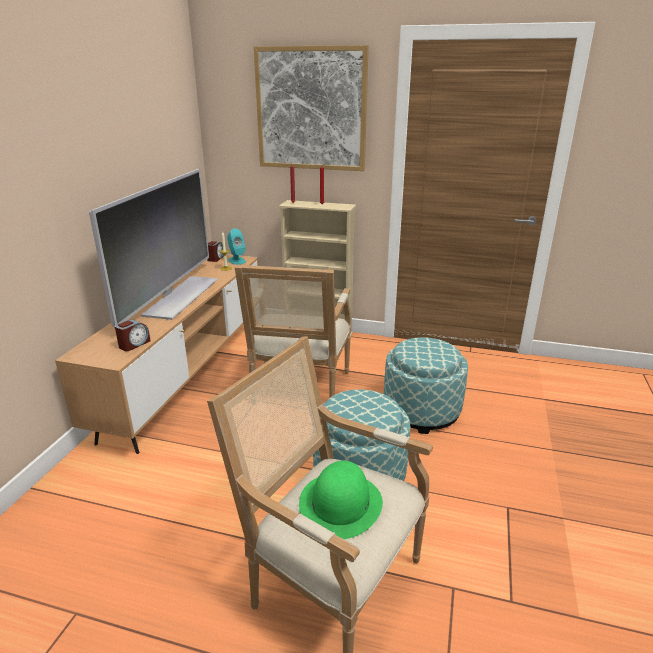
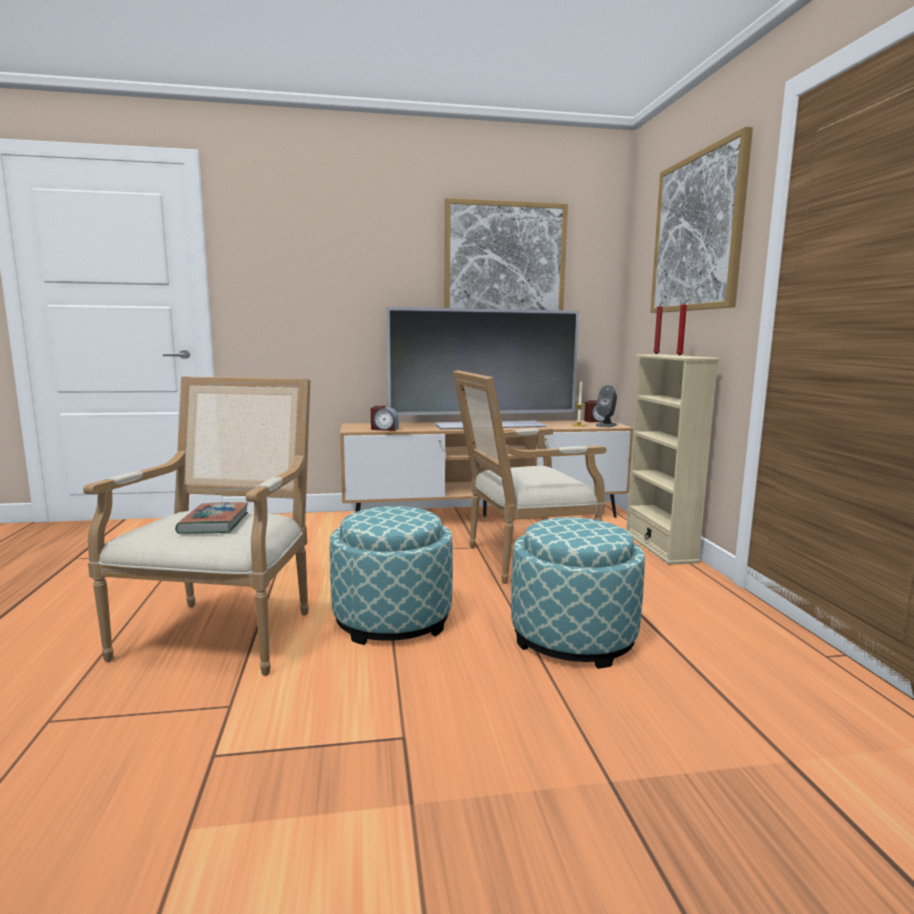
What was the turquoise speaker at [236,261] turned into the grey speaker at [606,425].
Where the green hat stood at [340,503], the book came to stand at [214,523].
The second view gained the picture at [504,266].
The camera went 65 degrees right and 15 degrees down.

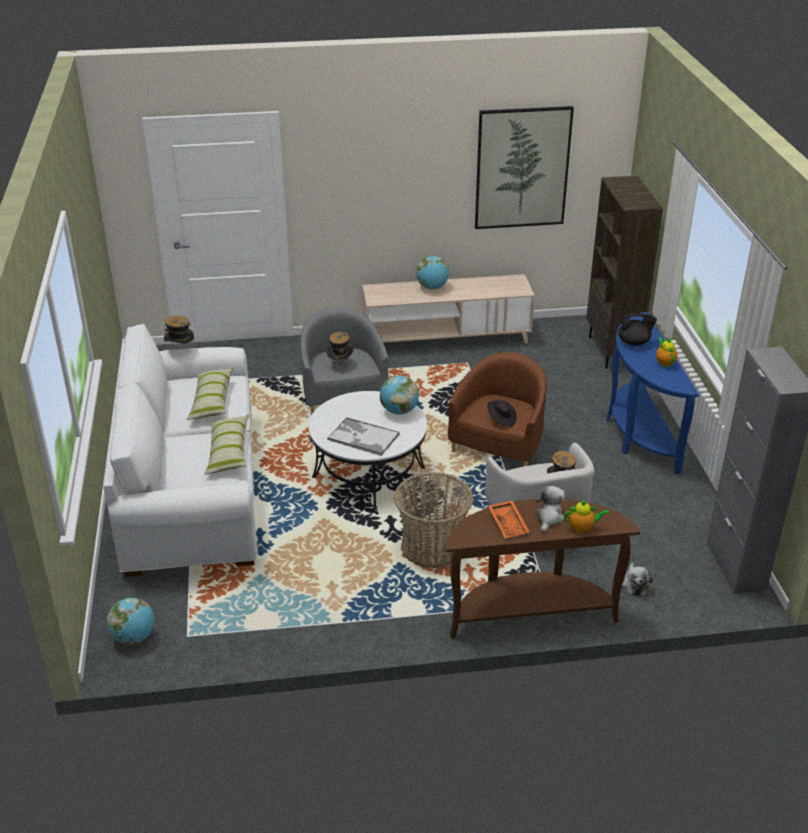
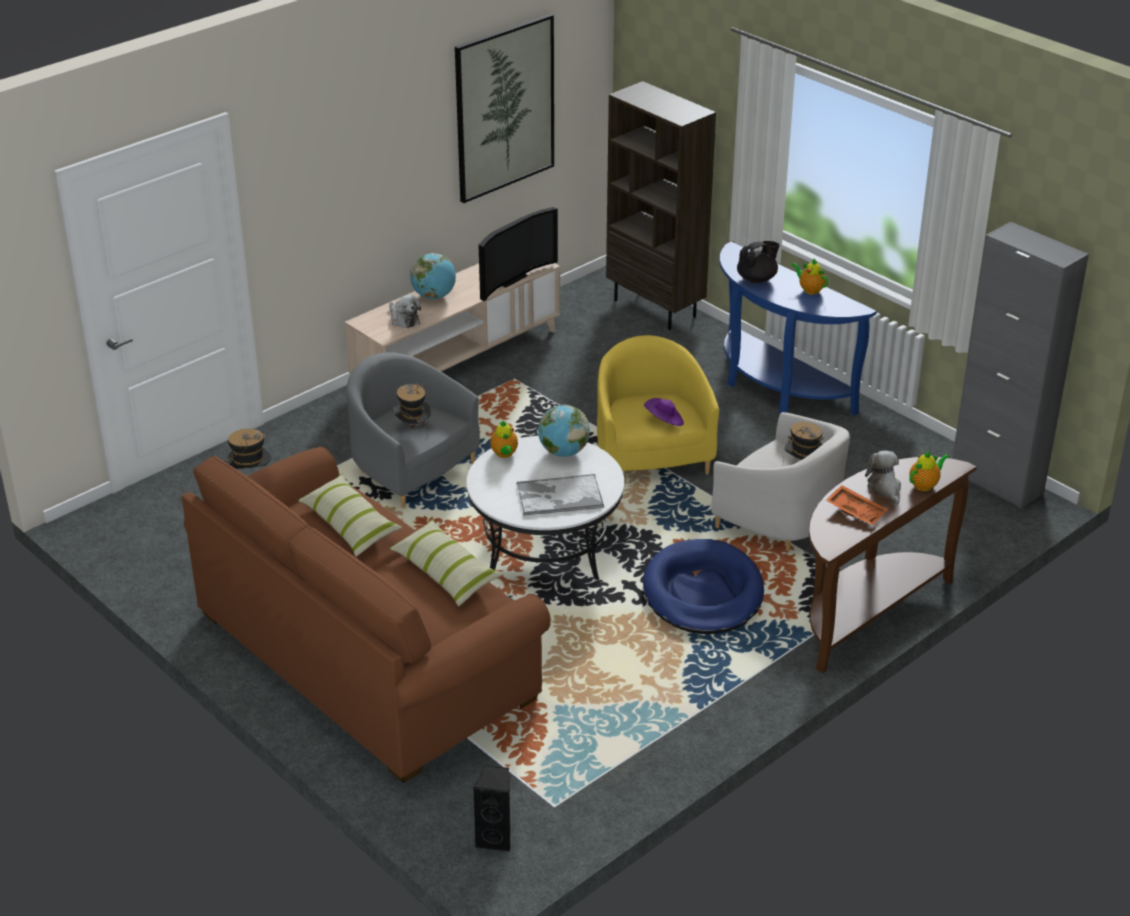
What was the white sofa at [192,492] turned into the brown sofa at [365,655].
Where the globe stood at [134,637], the black speaker came to stand at [496,838].
Where the basket stood at [432,547], the blue dog bed came to stand at [703,593].
What was the brown armchair at [499,444] turned into the yellow armchair at [650,456].
What was the black hat at [501,419] turned into the purple hat at [664,421].
The plush toy ended up elsewhere, having gone from [635,584] to [403,319].
The second view gained the television at [509,279].
The second view gained the teapot at [504,454].
The camera went 35 degrees left and 0 degrees up.

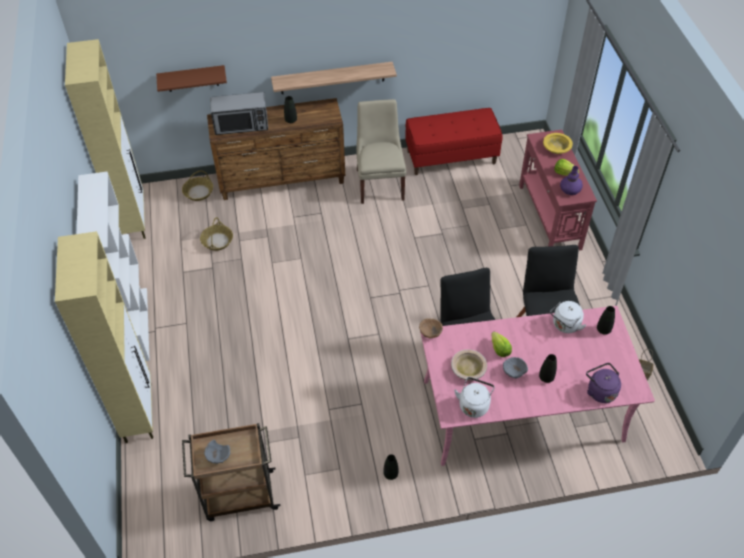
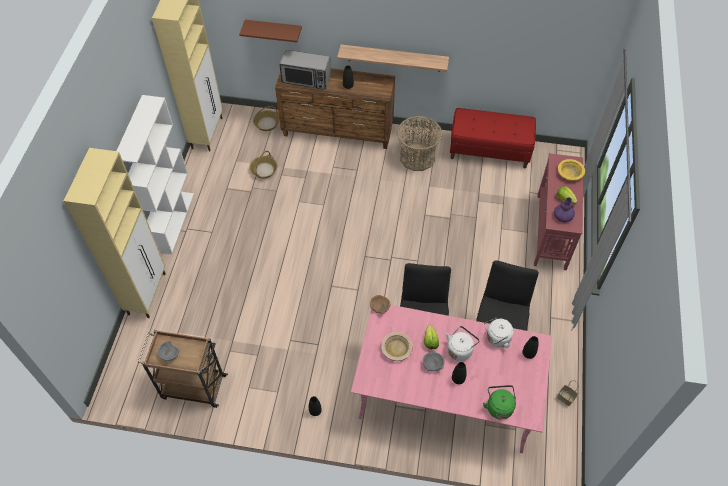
Where the beige chair stood at [380,183], the basket came to stand at [417,157].
The white kettle ended up elsewhere, having gone from [474,404] to [460,349].
What was the purple kettle at [600,391] turned into the green kettle at [499,406].
The camera went 20 degrees right and 5 degrees up.

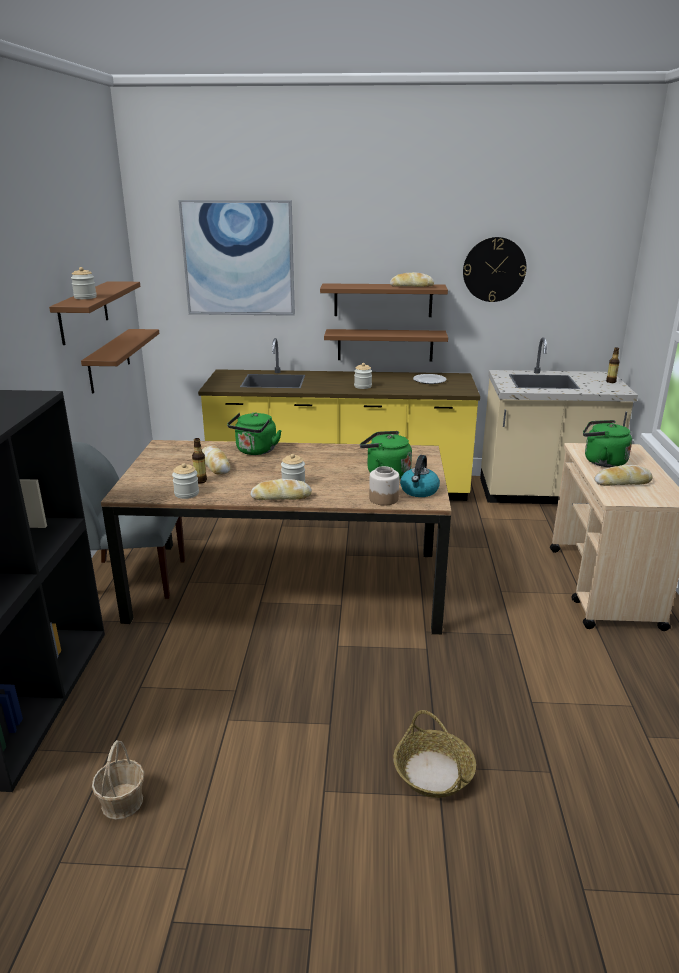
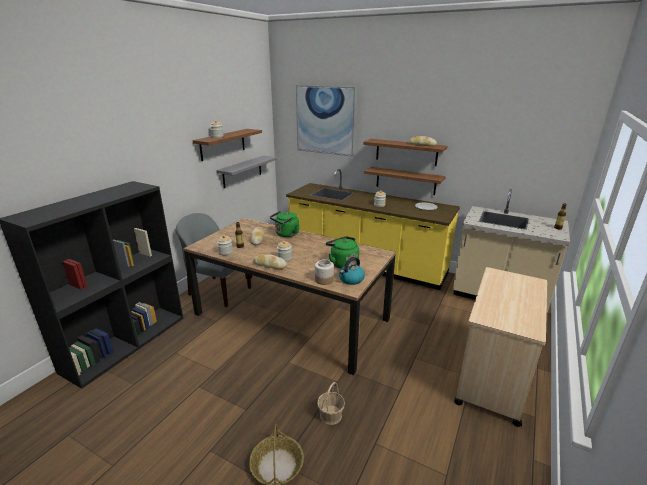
What was the brown shelf at [109,360] turned into the grey shelf at [242,171].
The basket ended up elsewhere, having gone from [122,802] to [331,415].
The second view lost the wall clock at [494,269].
The second view lost the green kettle at [601,461].
The second view lost the bread at [622,482].
The camera went 25 degrees right and 0 degrees up.

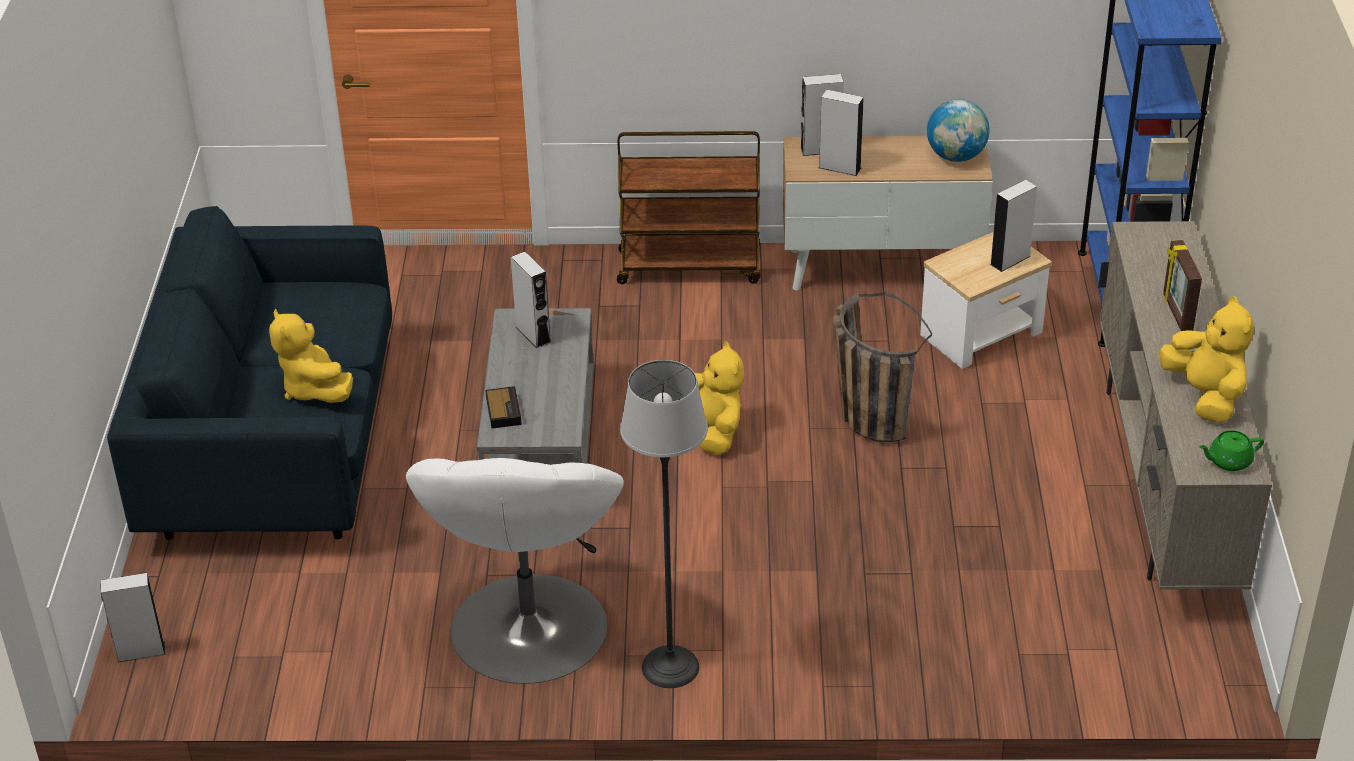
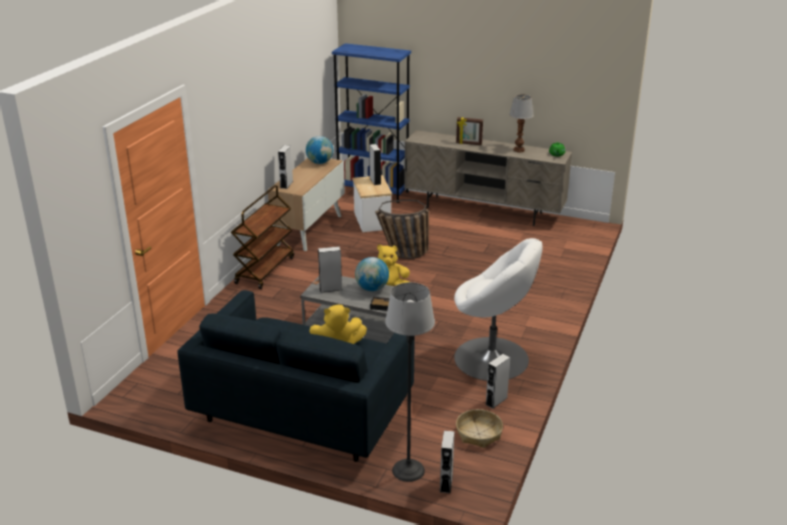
The floor lamp ended up elsewhere, having gone from [670,666] to [408,470].
The grey speaker ended up elsewhere, having gone from [839,167] to [496,401].
Where the yellow plush toy stood at [1205,396], the table lamp came to stand at [519,150].
The second view gained the globe at [372,288].
The second view gained the basket at [478,434].
The camera went 70 degrees left and 10 degrees down.

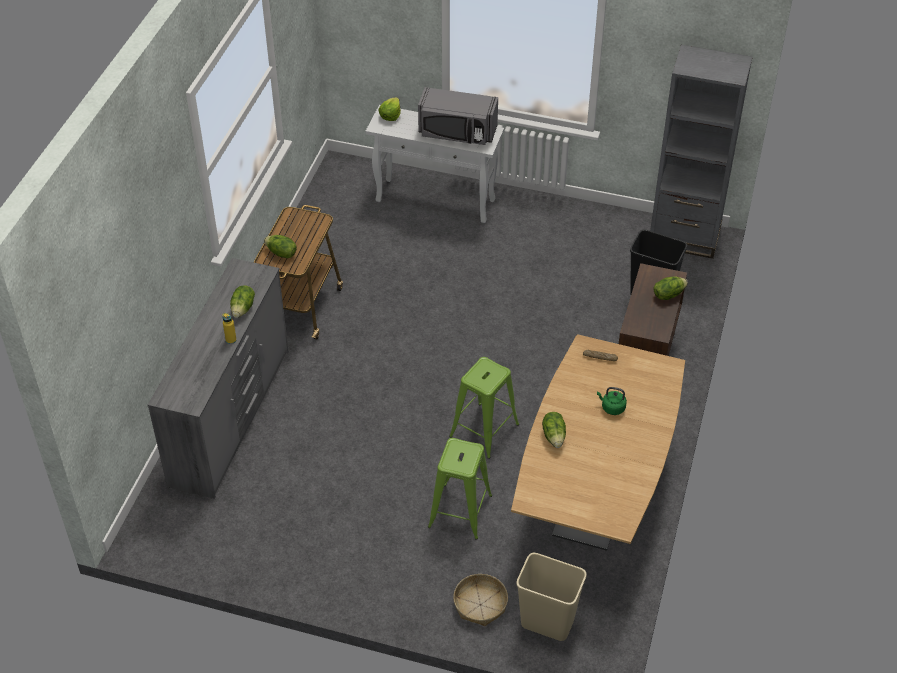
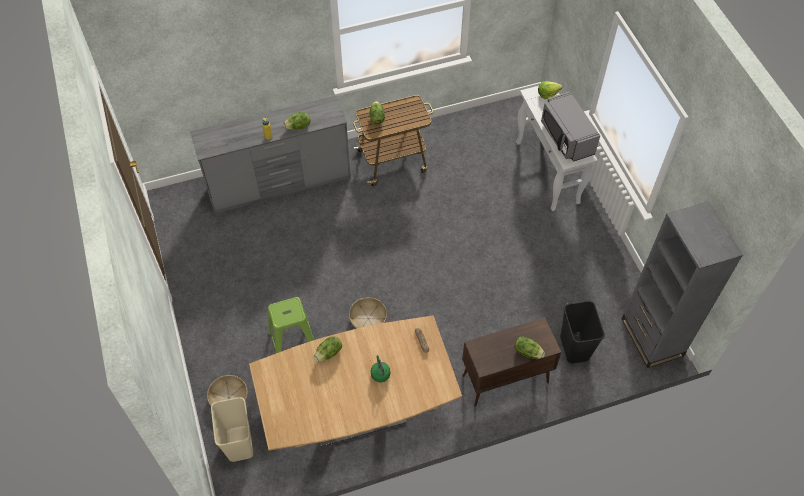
Where the green stool stood at [483,431], the basket came to stand at [368,318].
The camera went 55 degrees right and 10 degrees up.

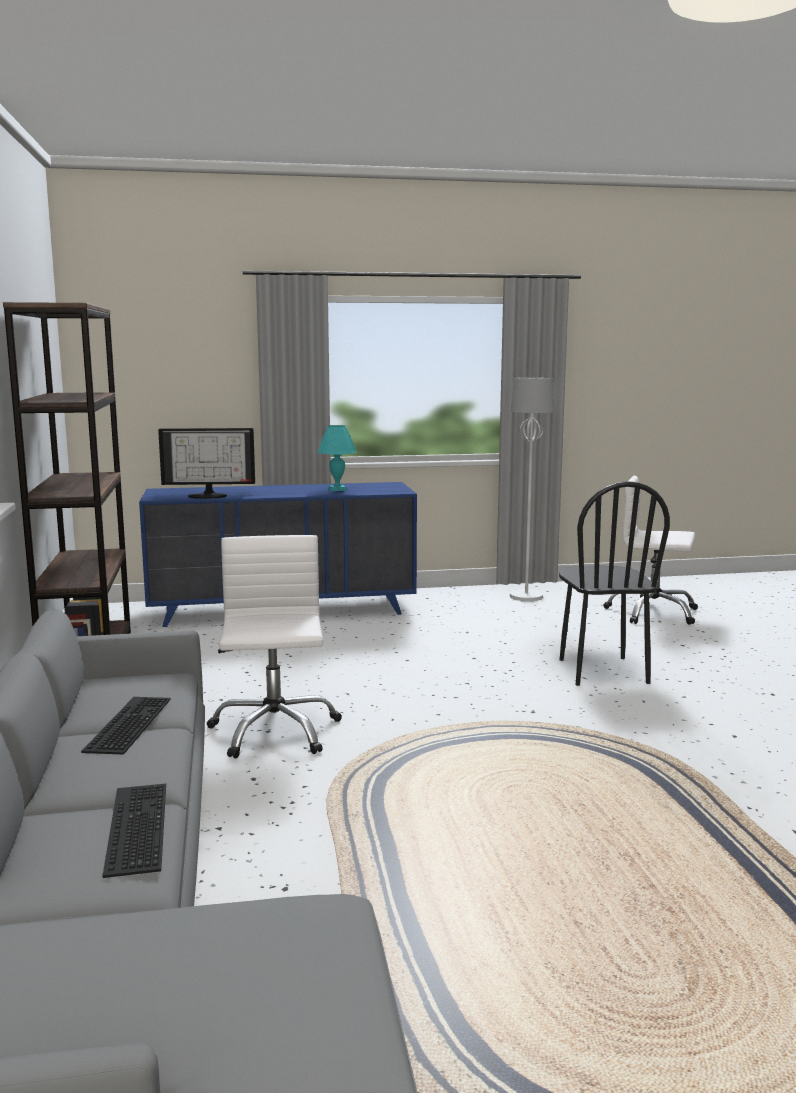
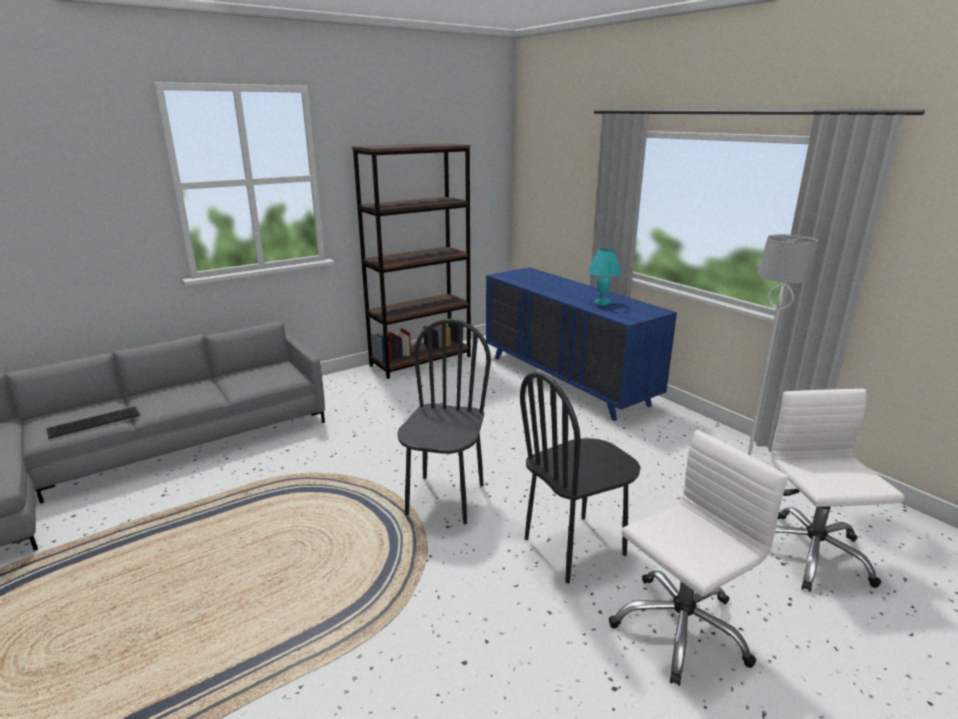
The second view lost the keyboard at [126,723].
The second view lost the monitor at [208,495].
The white office chair ended up elsewhere, having gone from [274,731] to [680,627].
The second view gained the black chair at [444,499].
The camera went 65 degrees right and 10 degrees up.

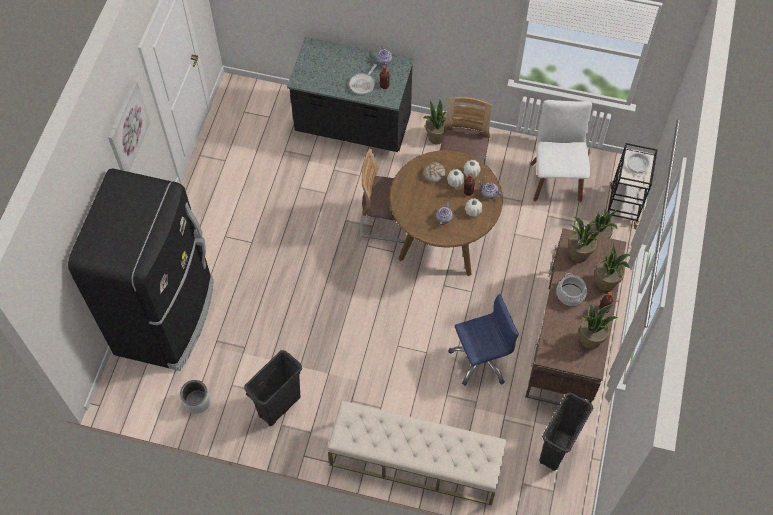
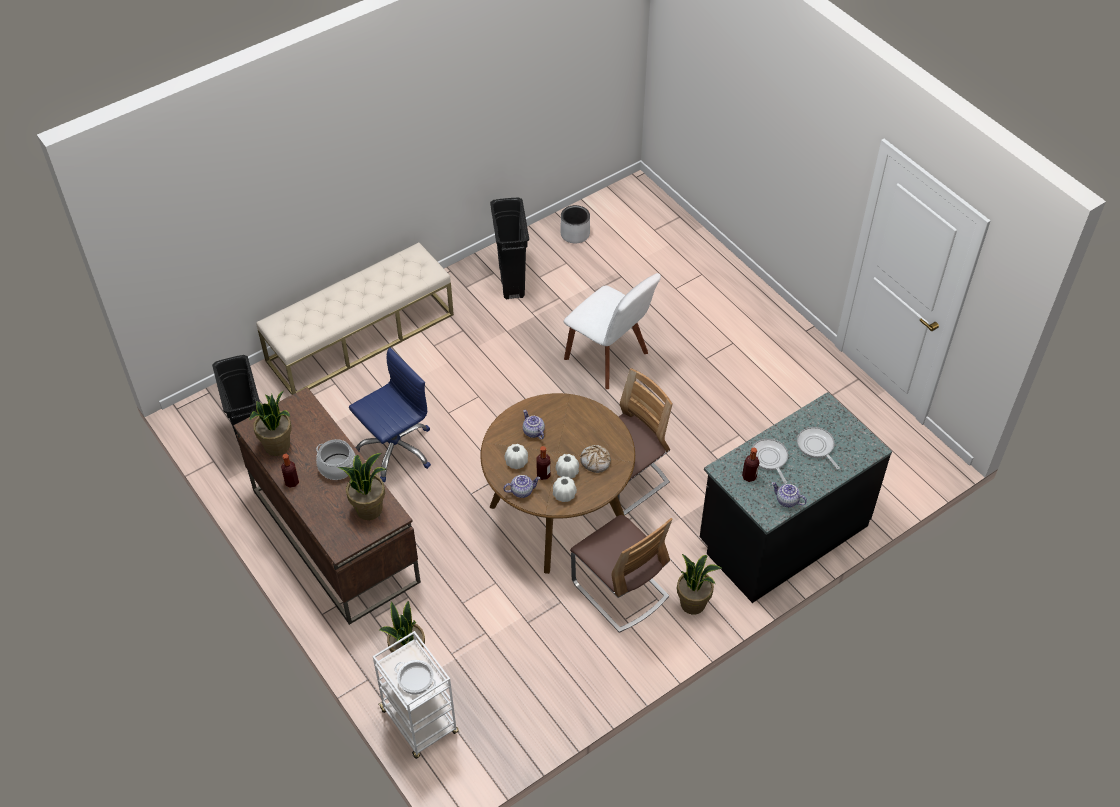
The second view lost the black fridge at [167,317].
The second view lost the picture at [127,129].
The blue office chair at [481,359] ended up facing another way, 150 degrees counterclockwise from before.
The white chair ended up elsewhere, having gone from [556,179] to [609,358].
The second view lost the potted plant at [606,282].
What was the black cart at [623,205] turned into the white cart at [420,722].
The second view gained the frying pan at [816,447].
The camera went 130 degrees right and 10 degrees down.

